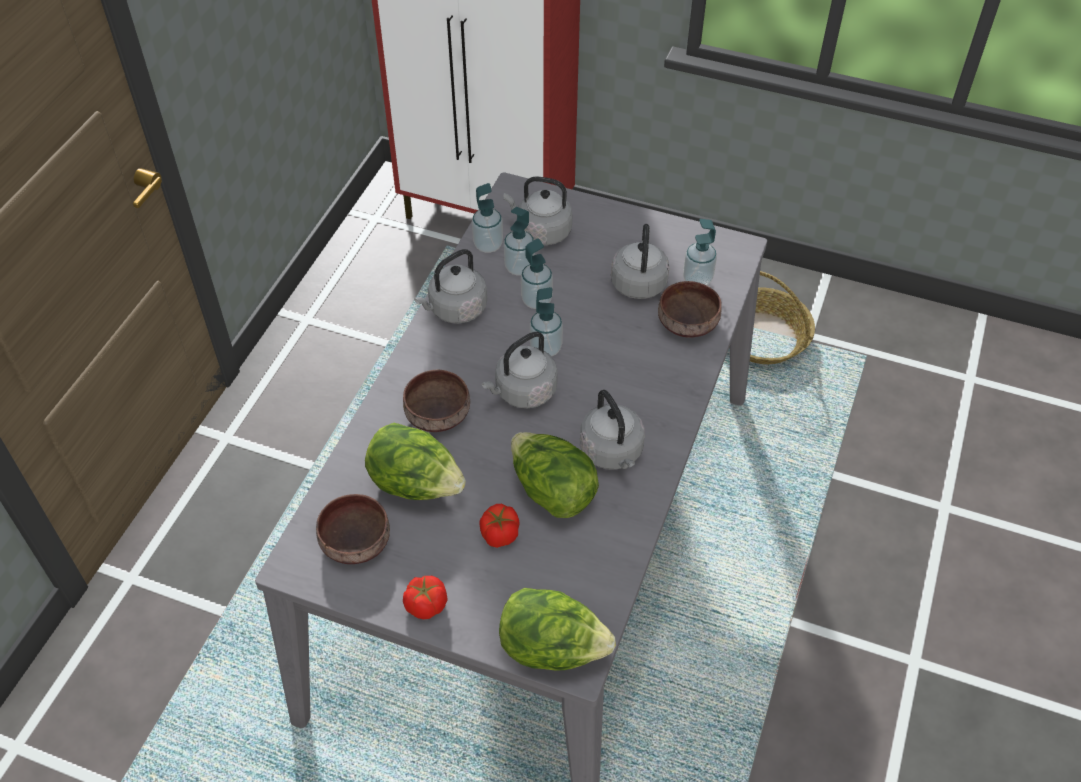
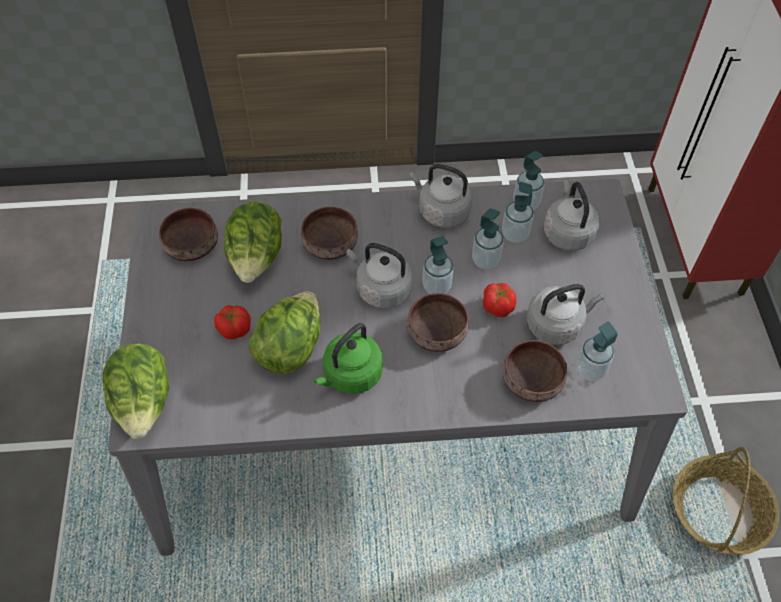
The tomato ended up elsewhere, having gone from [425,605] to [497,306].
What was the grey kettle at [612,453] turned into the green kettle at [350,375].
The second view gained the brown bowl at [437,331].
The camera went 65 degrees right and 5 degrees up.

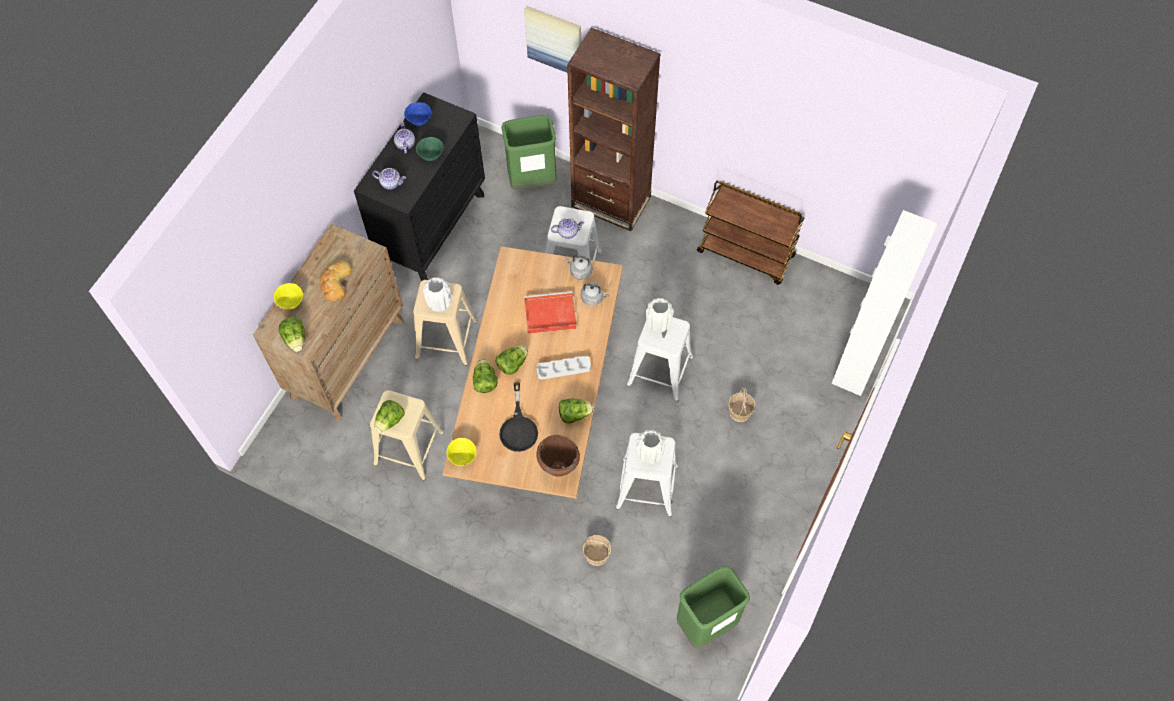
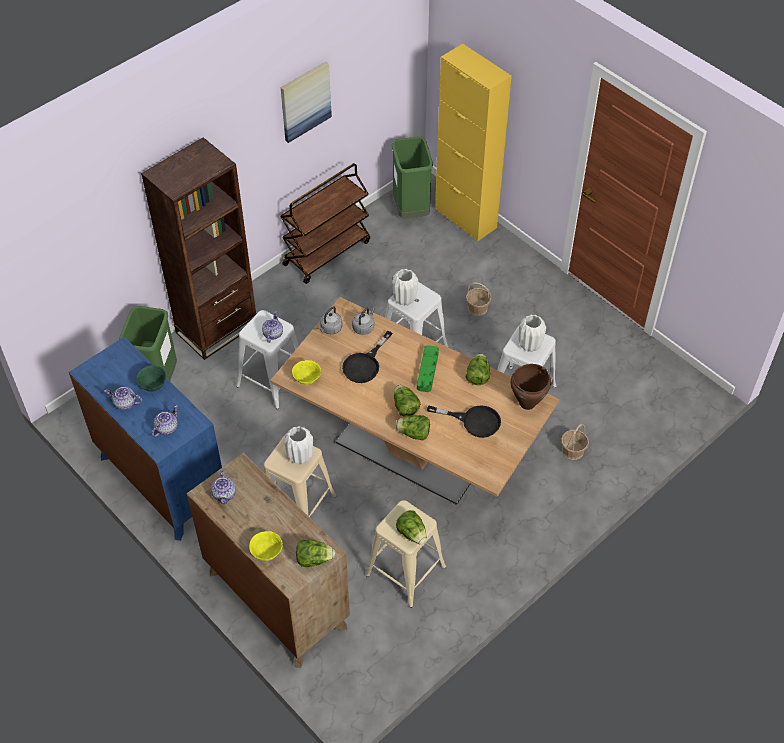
The second view lost the bread at [335,283].
What was the black dresser at [432,228] turned into the blue dresser at [162,481].
The second view lost the blue bowl at [419,120].
The yellow bowl ended up elsewhere, having gone from [462,457] to [307,379].
The picture ended up elsewhere, having gone from [554,40] to [305,101].
Where the red tray stood at [549,314], the black frying pan came to stand at [365,364].
What was the grey tray at [563,369] turned into the green tray at [427,370].
The green trash can ended up elsewhere, having gone from [706,624] to [411,210].
What was the white cabinet at [858,362] turned into the yellow cabinet at [465,218].
The second view gained the teapot at [224,494].
The camera went 70 degrees left and 10 degrees down.

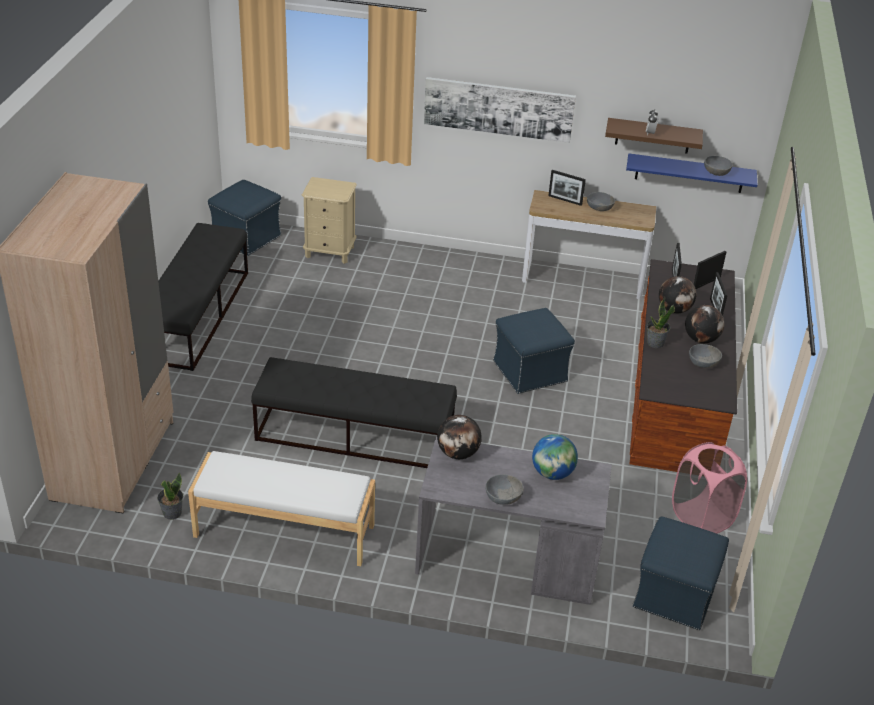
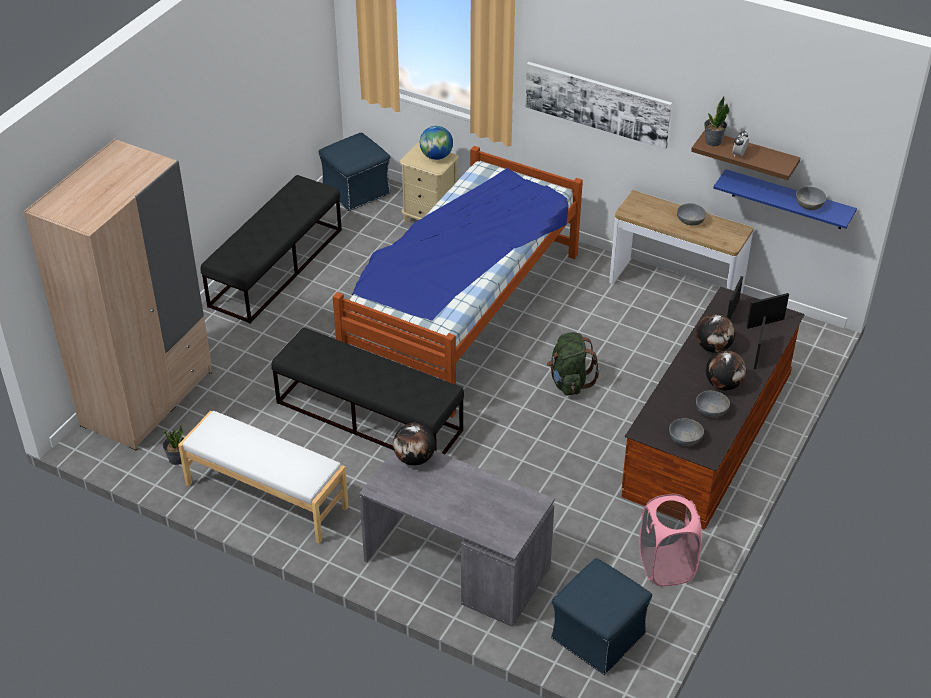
The grey bowl ended up elsewhere, having gone from [503,497] to [685,438].
Where the blue ottoman stood at [530,372], the green backpack came to stand at [569,382].
The globe ended up elsewhere, having gone from [552,473] to [436,156].
The second view lost the picture frame at [565,200].
The potted plant ended up elsewhere, having gone from [655,343] to [713,141].
The second view gained the bed at [462,311].
The camera went 20 degrees right and 5 degrees up.

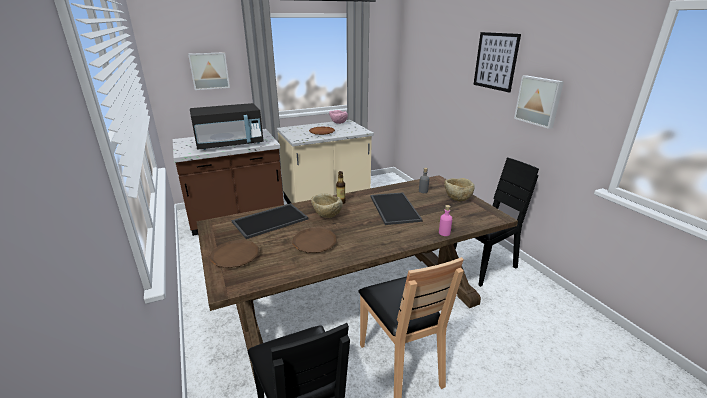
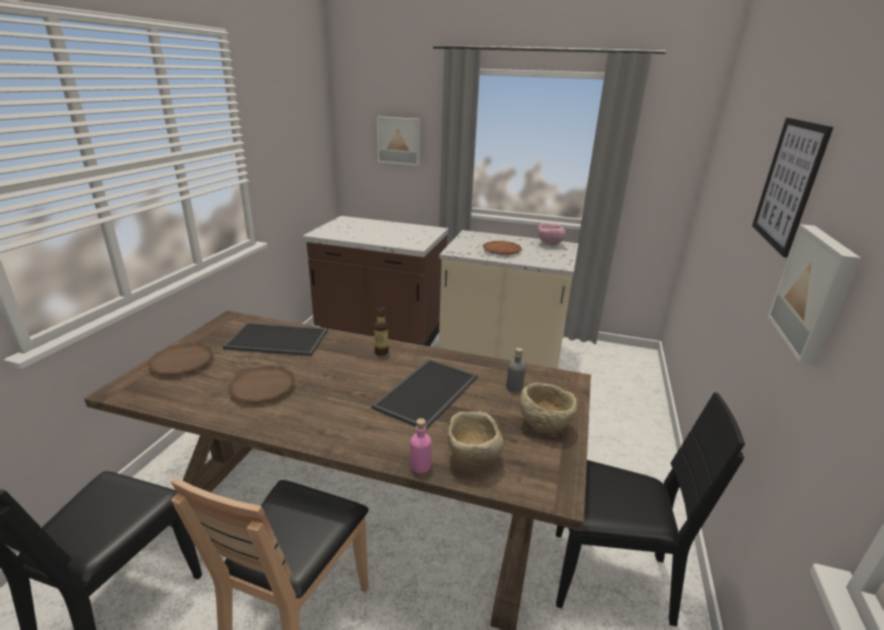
The second view lost the black microwave at [230,144].
The beige bowl ended up elsewhere, having gone from [327,216] to [472,458].
The camera went 40 degrees right and 0 degrees up.

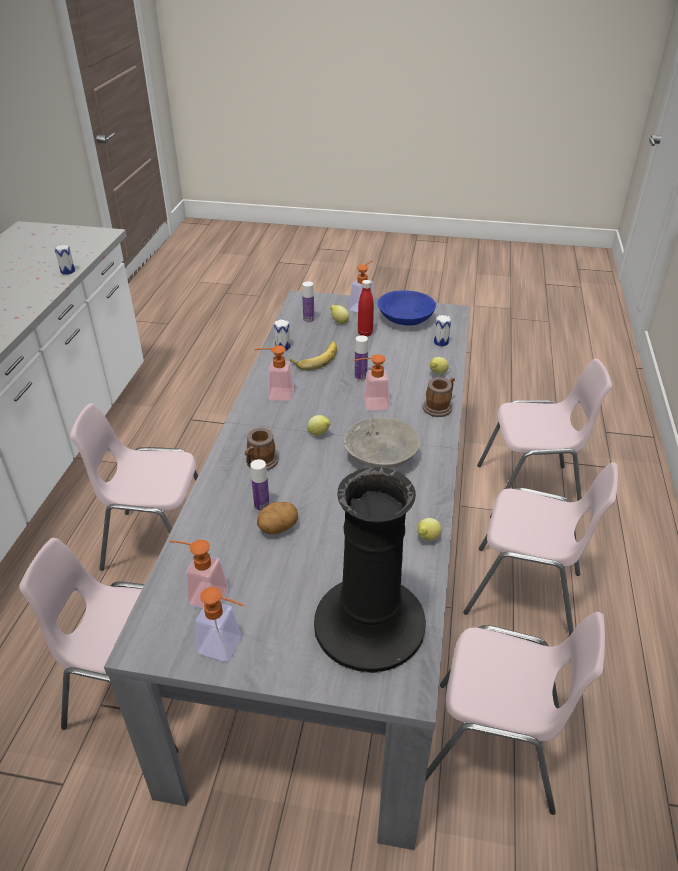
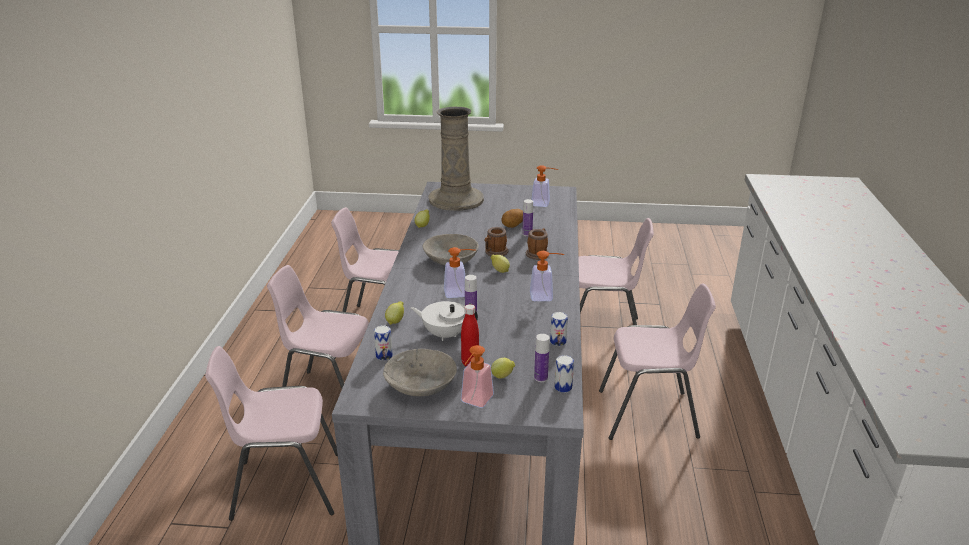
The can ended up elsewhere, having gone from [68,271] to [563,387].
The second view lost the soap dispenser at [226,647].
The second view lost the banana at [315,358].
What was the black vase at [369,623] turned into the beige vase at [456,200].
What was the blue bowl at [405,319] turned into the grey bowl at [421,386].
The mug ended up elsewhere, having gone from [439,407] to [494,253].
The second view gained the white teapot at [445,334].
The camera went 175 degrees right and 10 degrees down.

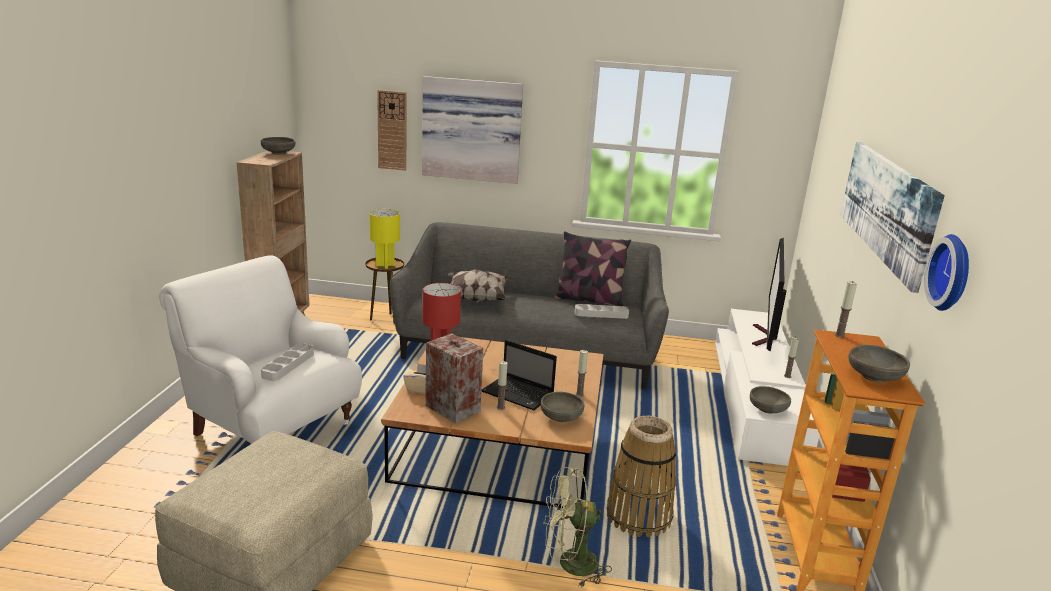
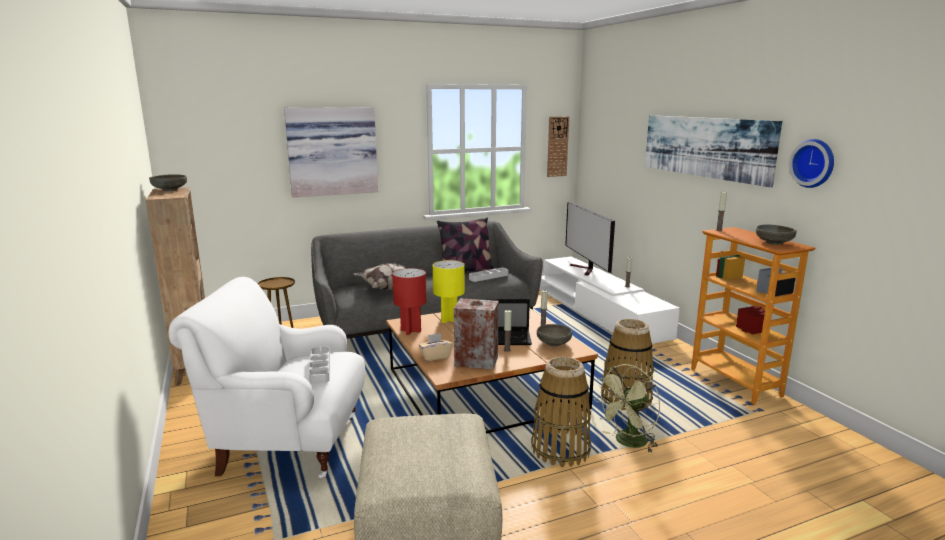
The yellow table lamp ended up elsewhere, having gone from [385,265] to [449,320].
The wall clock ended up elsewhere, having gone from [392,130] to [557,146].
The second view lost the grey bowl at [767,409].
The second view gained the basket at [561,449].
The camera went 30 degrees left and 5 degrees down.

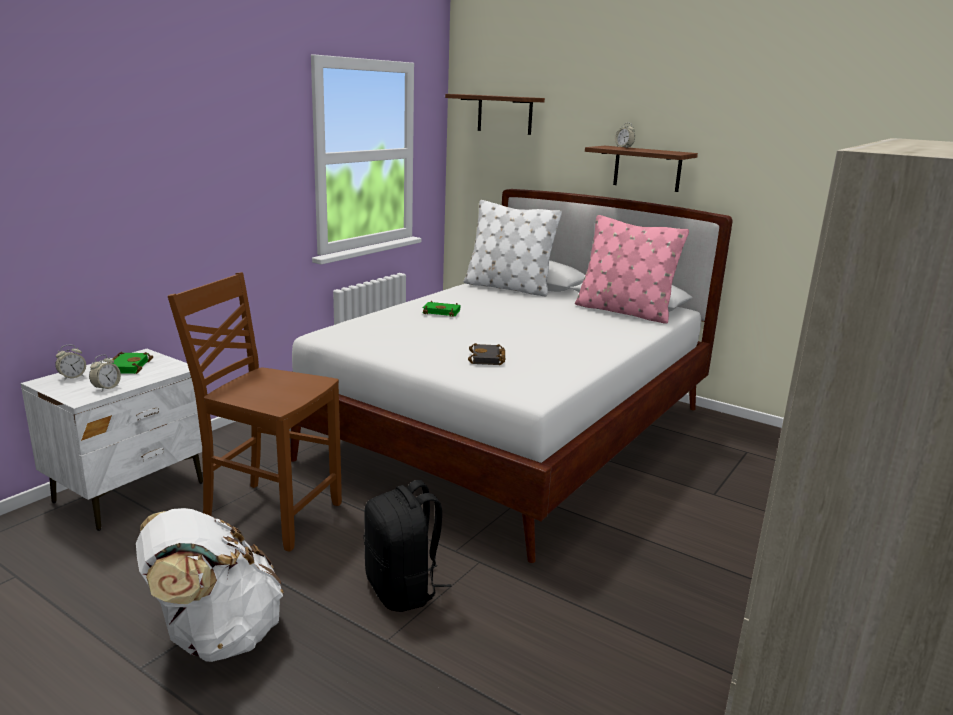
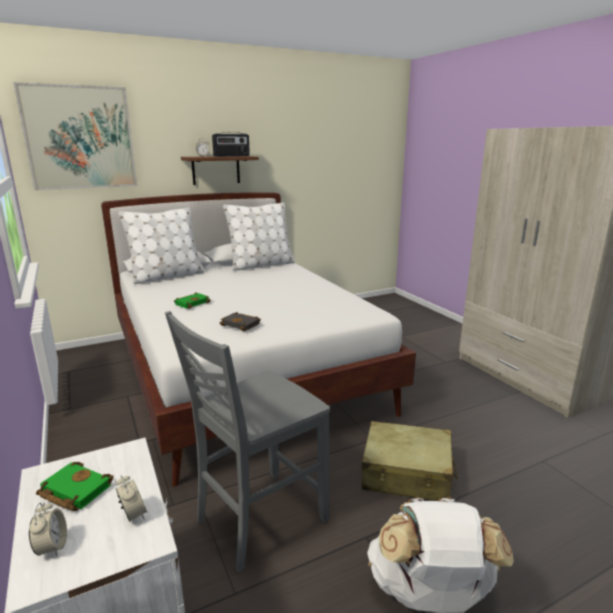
What was the brown chair at [270,513] turned into the grey chair at [258,519].
Where the black backpack stood at [403,590], the beige suitcase came to stand at [407,474].
Where the shelf hung at [504,114], the picture came to hang at [80,138].
The black book ended up elsewhere, having gone from [488,359] to [242,324].
What was the pink pillow at [624,312] turned into the white pillow at [261,265].
The second view gained the radio at [231,156].
The camera went 60 degrees left and 0 degrees up.

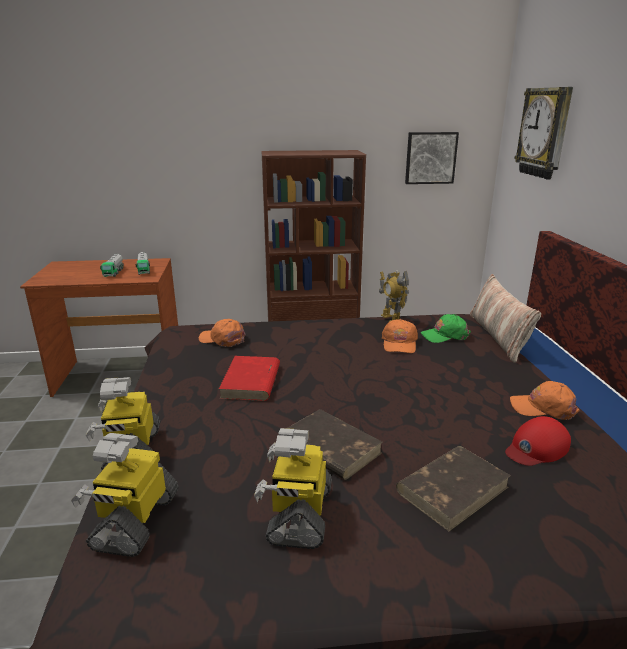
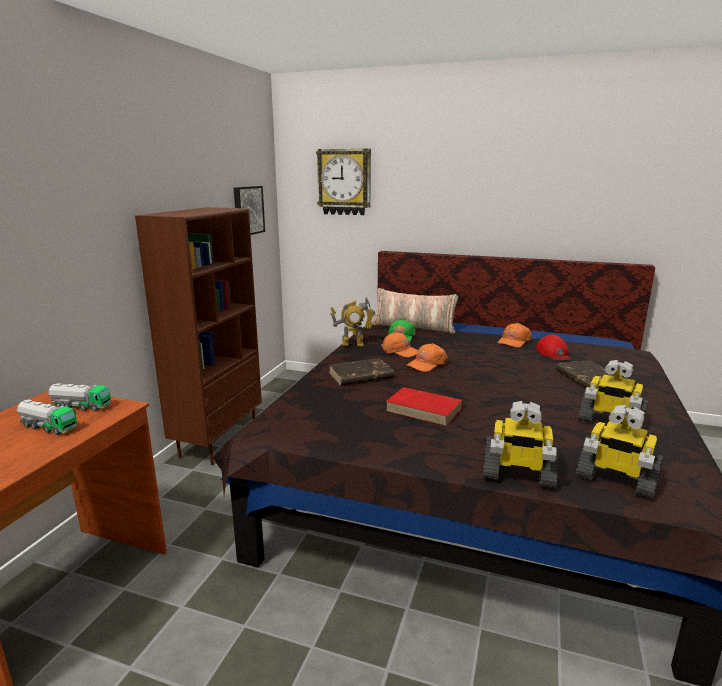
The orange cap ended up elsewhere, having gone from [222,339] to [426,364].
The brown book ended up elsewhere, having gone from [329,447] to [360,376].
The camera went 65 degrees left and 5 degrees down.

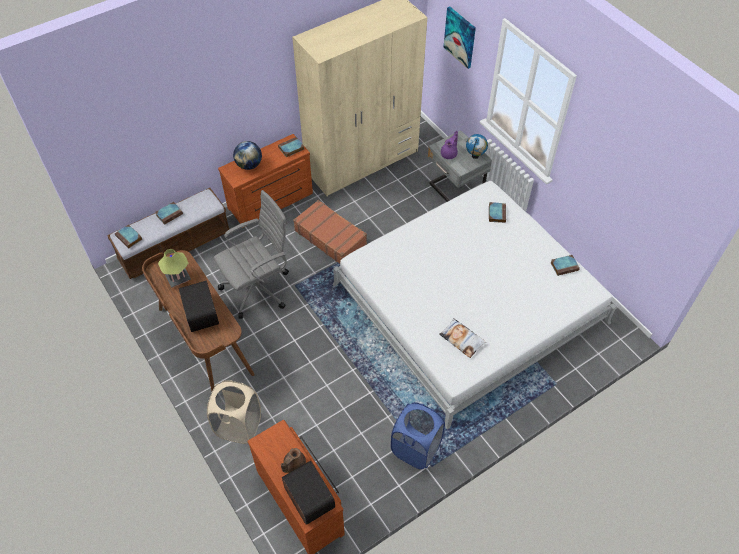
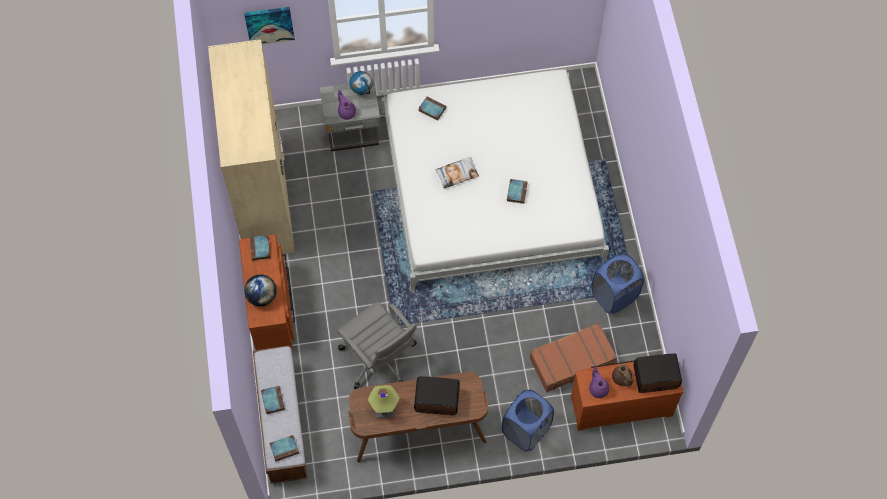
What was the beige laundry basket at [238,426] turned into the blue laundry basket at [526,430].
The grey office chair at [258,288] ended up facing another way, 150 degrees clockwise from before.
The brown suitcase ended up elsewhere, having gone from [330,237] to [571,360].
The pillow ended up elsewhere, having gone from [462,339] to [457,174].
The book ended up elsewhere, having gone from [564,266] to [516,192].
The second view gained the purple teapot at [598,388].
The camera went 65 degrees left and 10 degrees up.

